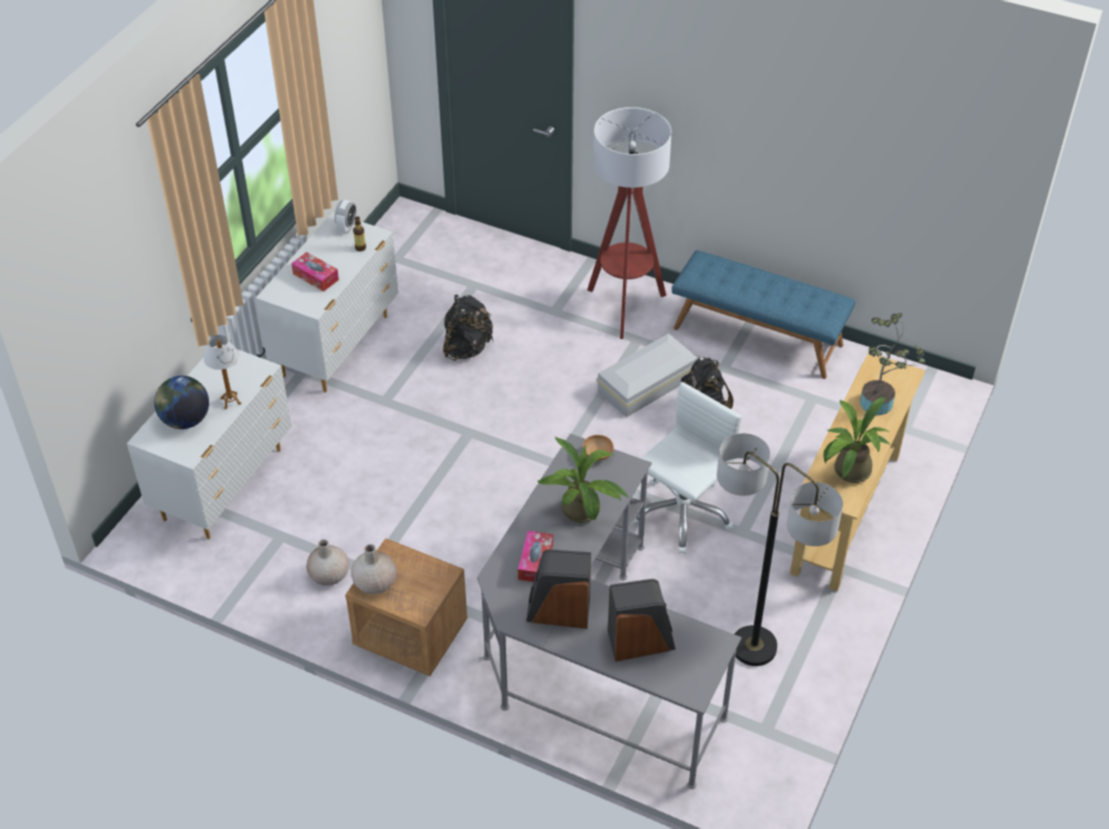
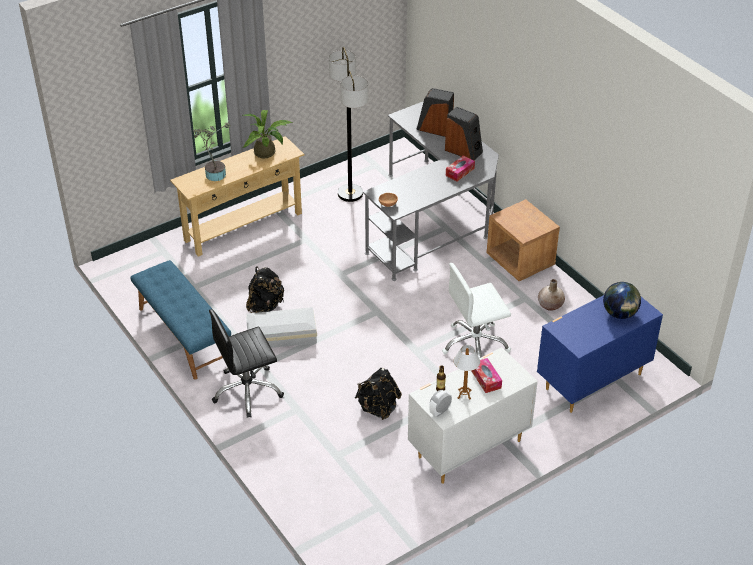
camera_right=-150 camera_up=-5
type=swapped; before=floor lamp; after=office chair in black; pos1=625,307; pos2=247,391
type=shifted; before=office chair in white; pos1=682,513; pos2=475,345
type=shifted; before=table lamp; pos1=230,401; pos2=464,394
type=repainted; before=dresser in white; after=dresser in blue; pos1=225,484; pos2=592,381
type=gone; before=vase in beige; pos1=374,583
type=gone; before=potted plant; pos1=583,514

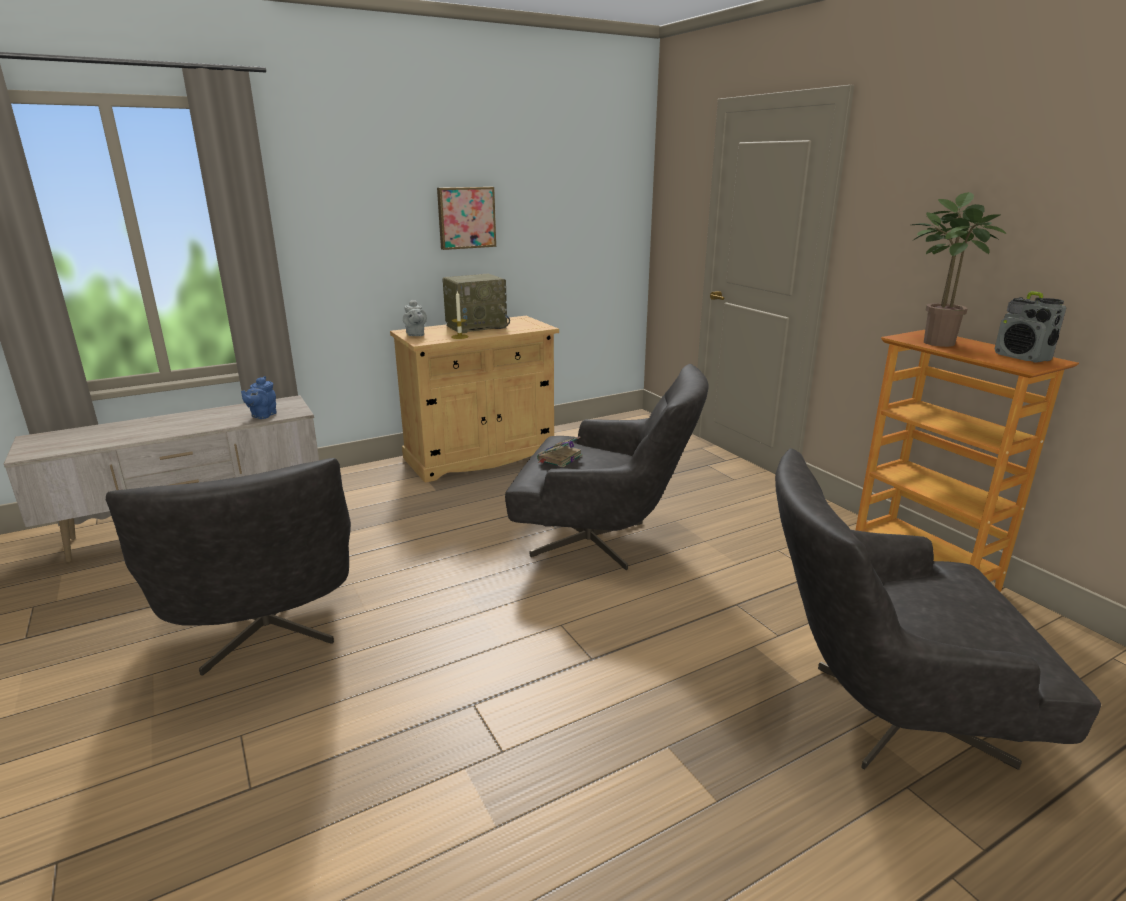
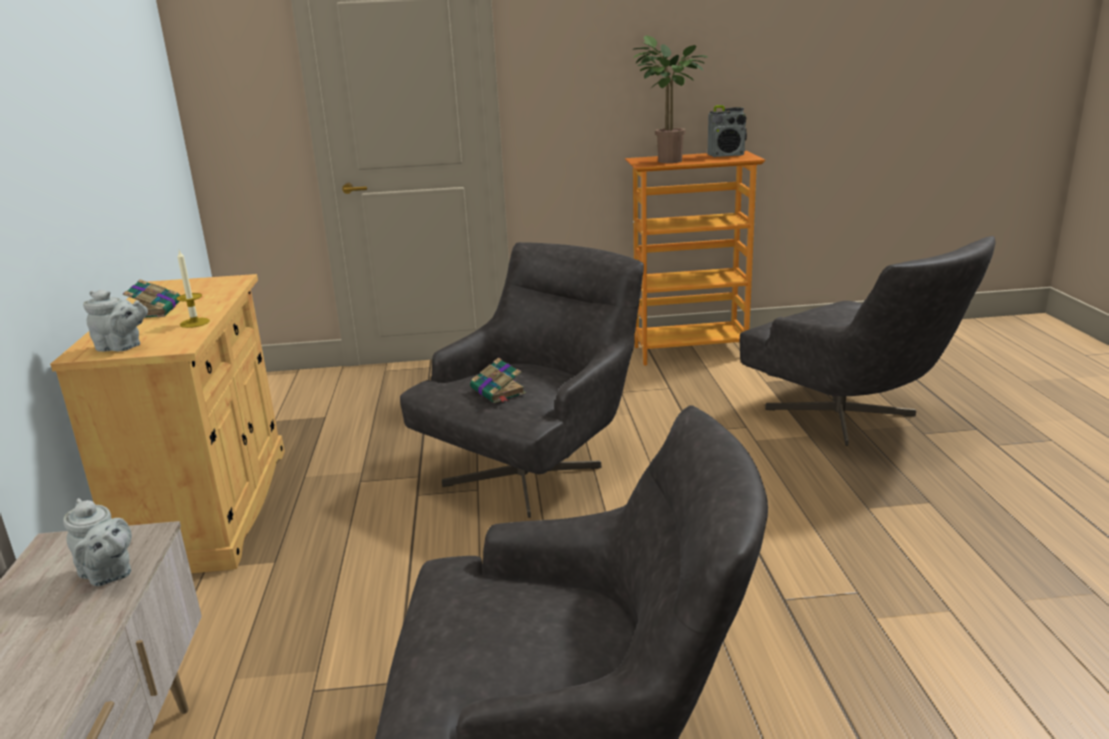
camera_right=-65 camera_up=0
type=repainted; before=teapot in blue; after=teapot in grey; pos1=262,415; pos2=108,575
type=swapped; before=radio; after=book; pos1=477,326; pos2=154,310
type=rotated; before=armchair in grey; pos1=883,715; pos2=853,419; turn=-60
type=gone; before=picture; pos1=466,217

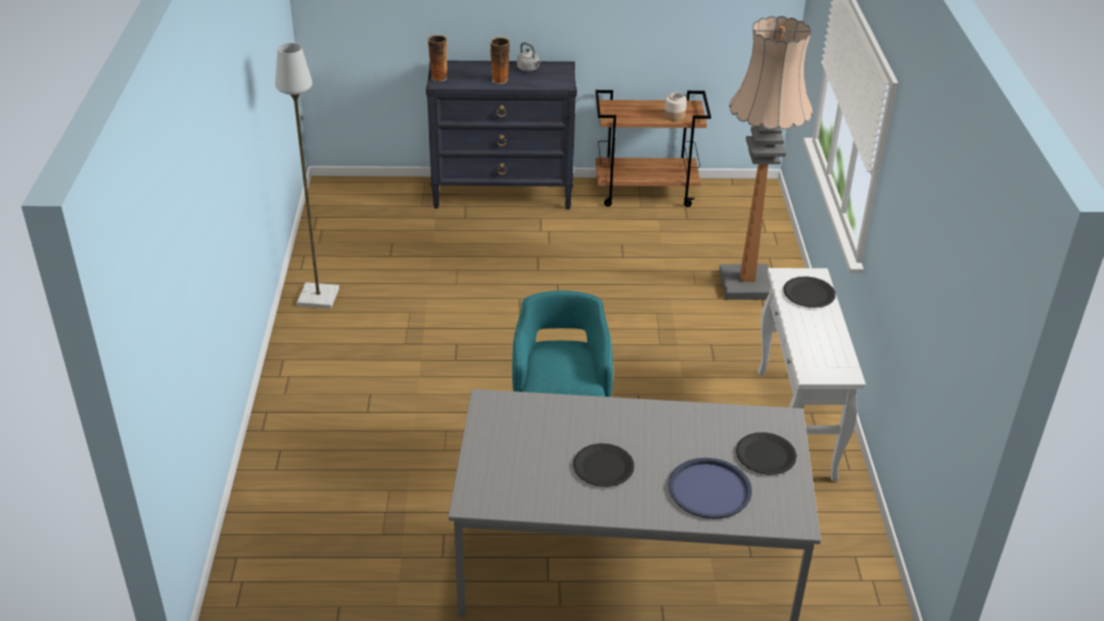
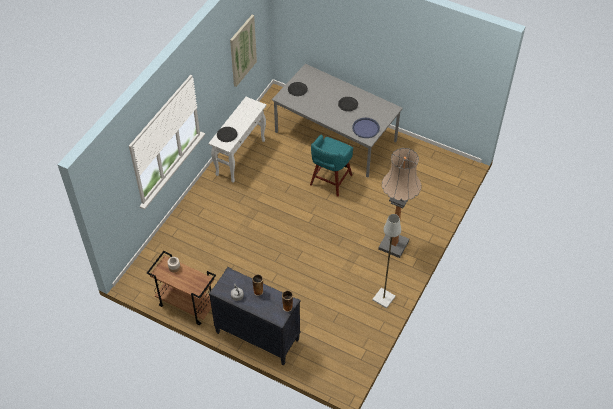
camera_right=-150 camera_up=15
type=new; after=picture; pos2=242,50
type=shifted; before=tray in blue; pos1=709,489; pos2=365,128
type=shifted; before=floor lamp; pos1=746,284; pos2=393,245

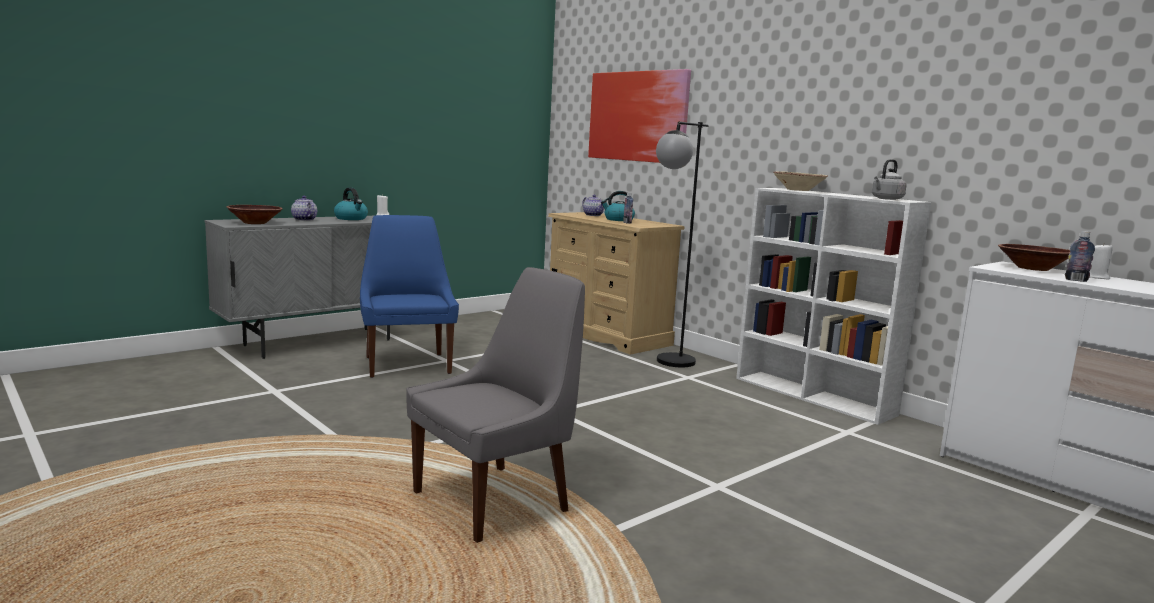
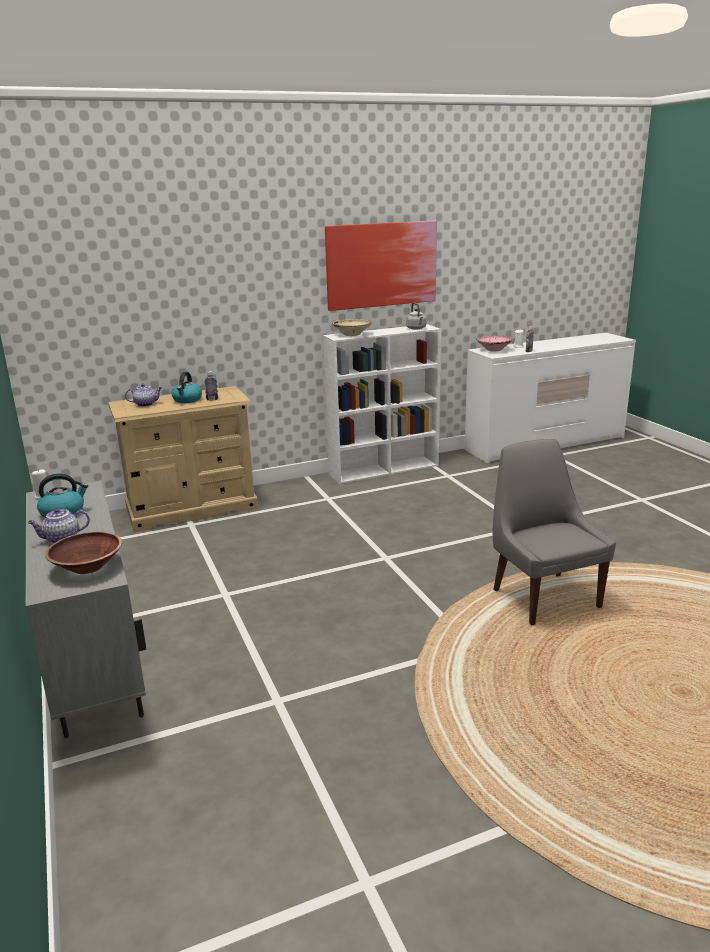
camera_right=-70 camera_up=10
type=shifted; before=picture; pos1=638,116; pos2=381,265
type=repainted; before=bowl in brown; after=bowl in pink; pos1=1032,268; pos2=494,350
type=gone; before=chair in blue; pos1=407,364
type=gone; before=floor lamp in black; pos1=668,364

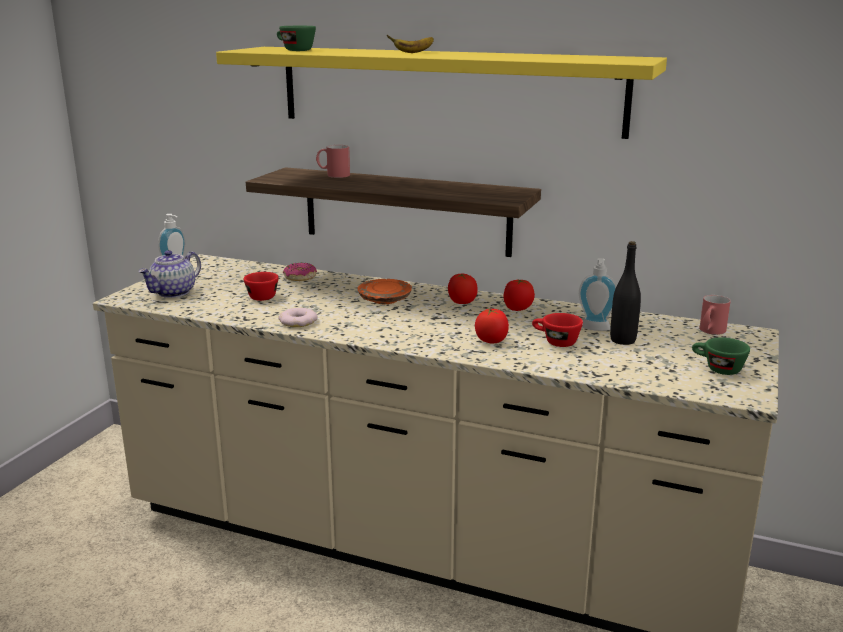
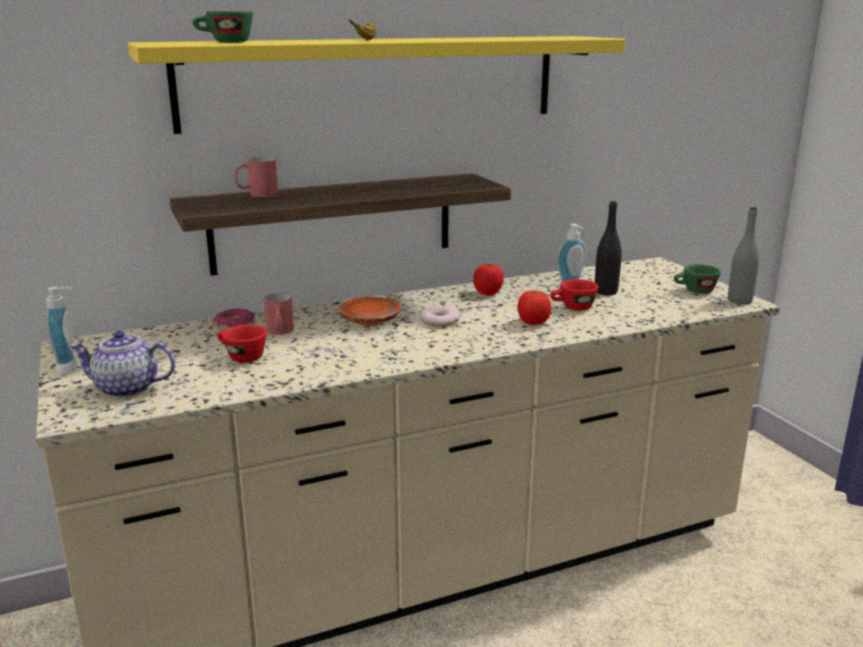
camera_right=-45 camera_up=0
type=rotated; before=teapot; pos1=173,293; pos2=126,389; turn=105
type=shifted; before=mug in red; pos1=710,332; pos2=280,332
type=shifted; before=donut; pos1=298,322; pos2=440,321
type=new; after=bottle in grey; pos2=739,301
type=gone; before=tomato; pos1=461,302

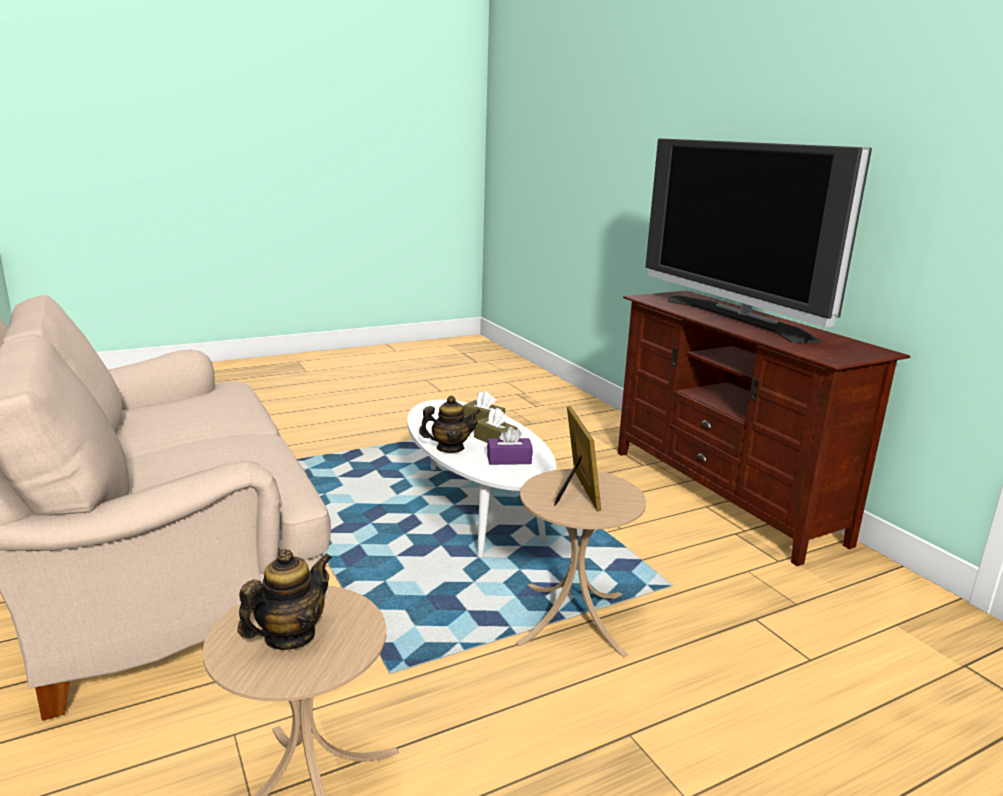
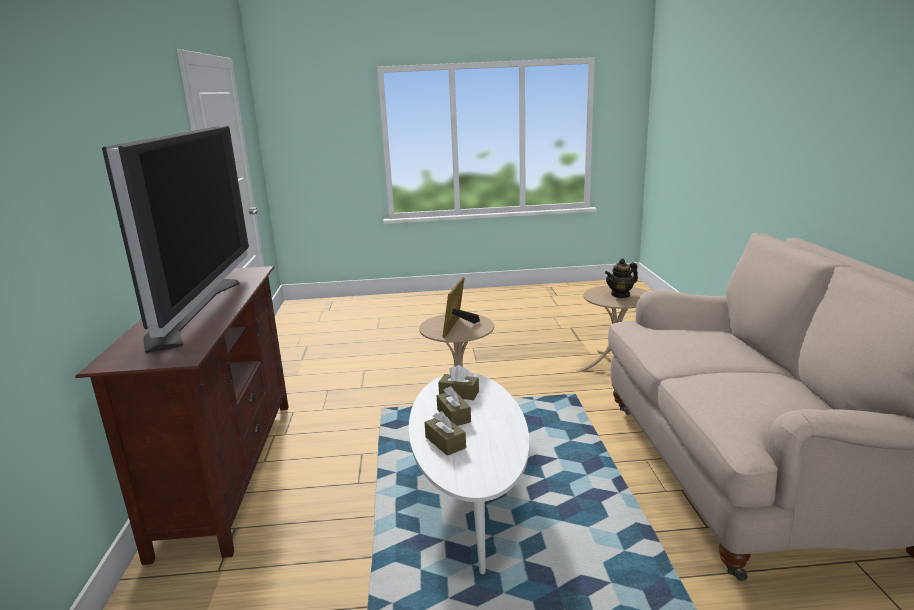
camera_right=-155 camera_up=0
type=repainted; before=tissue box in purple; after=tissue box in brown; pos1=509,459; pos2=459,393
type=gone; before=teapot; pos1=450,448

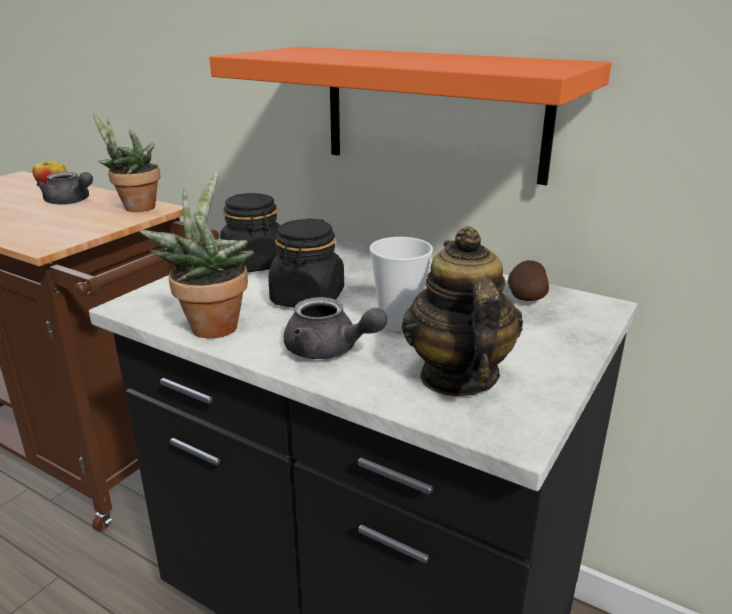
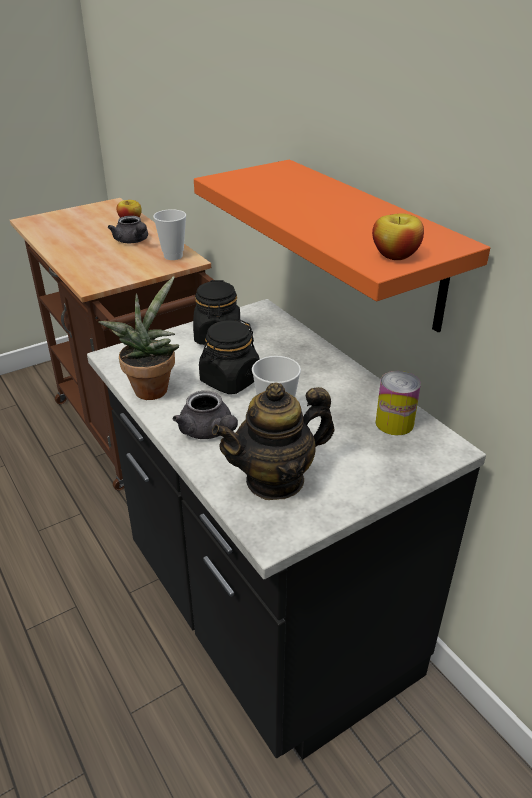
camera_right=25 camera_up=10
type=swapped; before=potted plant; after=cup; pos1=135,207; pos2=173,256
type=rotated; before=teapot; pos1=457,377; pos2=275,480; turn=-135
type=new; after=apple; pos2=395,255
type=swapped; before=potato; after=can; pos1=525,297; pos2=394,423

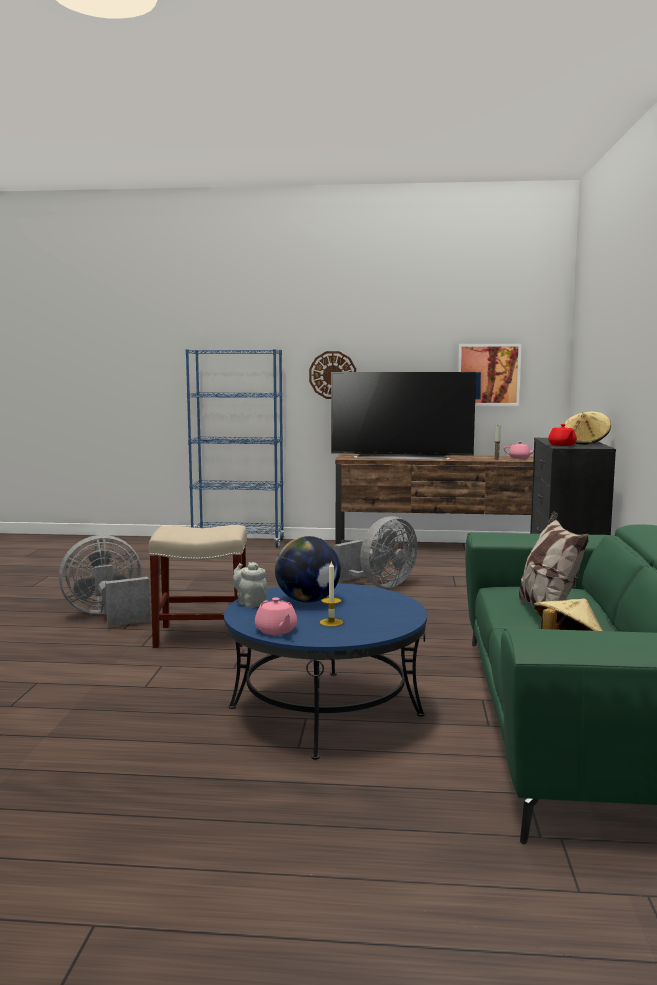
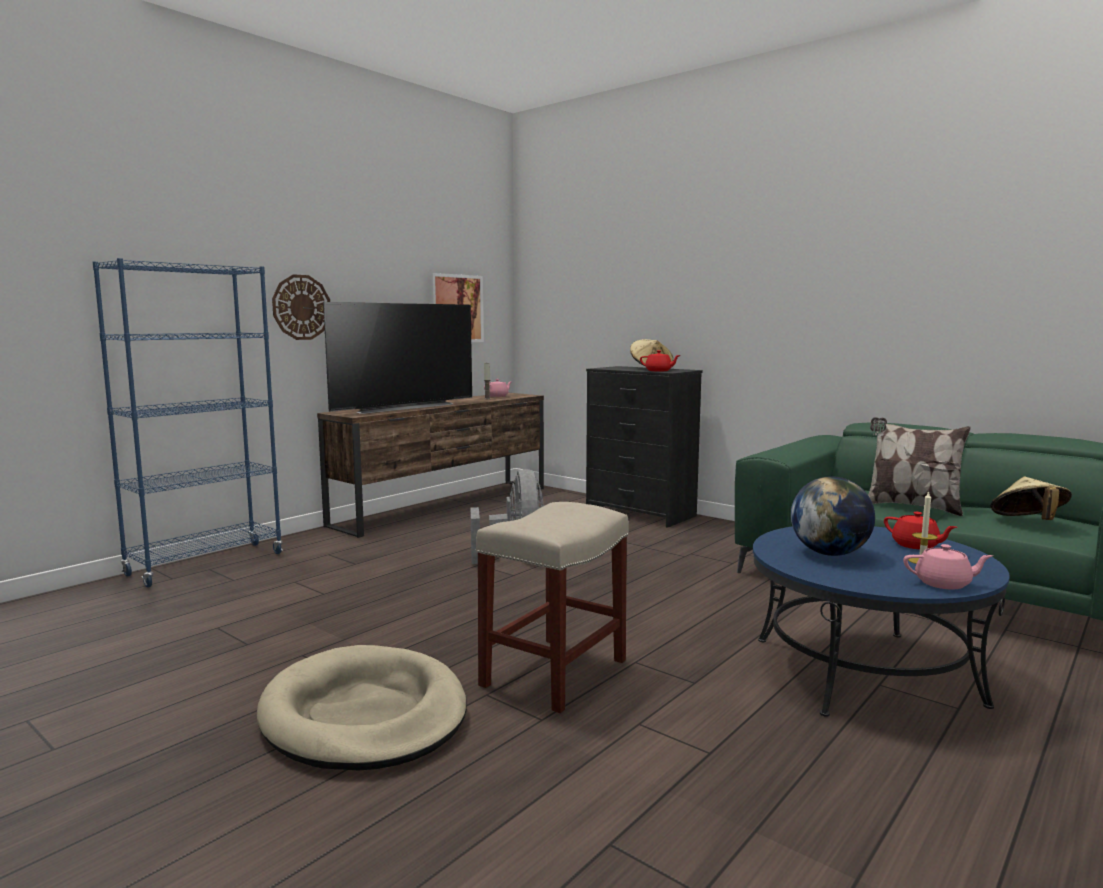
camera_right=-55 camera_up=0
type=swapped; before=fan in grey; after=dog bed in beige; pos1=107,616; pos2=364,715
type=new; after=teapot in red; pos2=916,545
type=gone; before=teapot in grey; pos1=250,603

